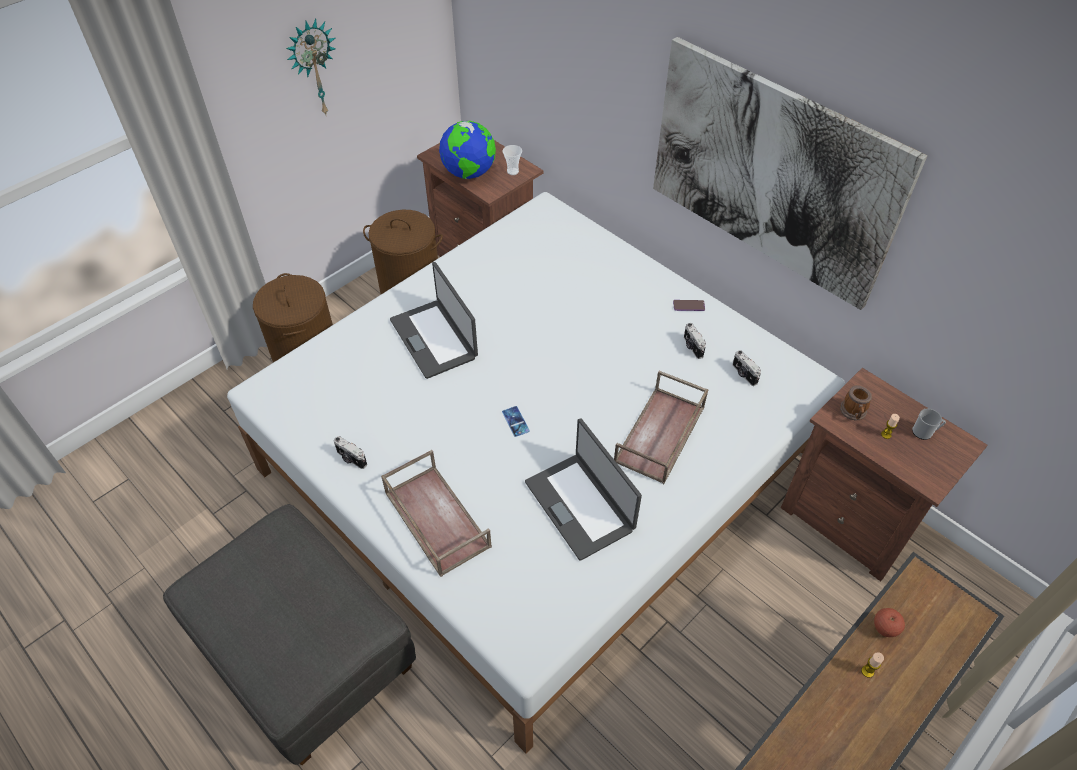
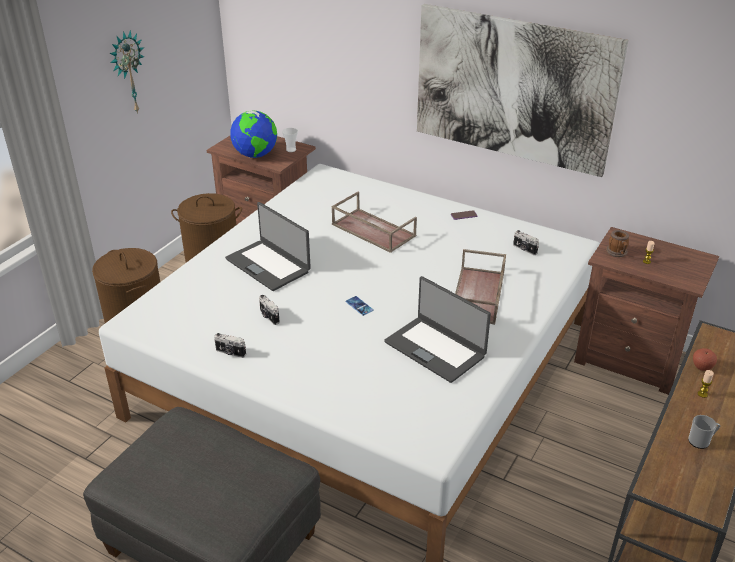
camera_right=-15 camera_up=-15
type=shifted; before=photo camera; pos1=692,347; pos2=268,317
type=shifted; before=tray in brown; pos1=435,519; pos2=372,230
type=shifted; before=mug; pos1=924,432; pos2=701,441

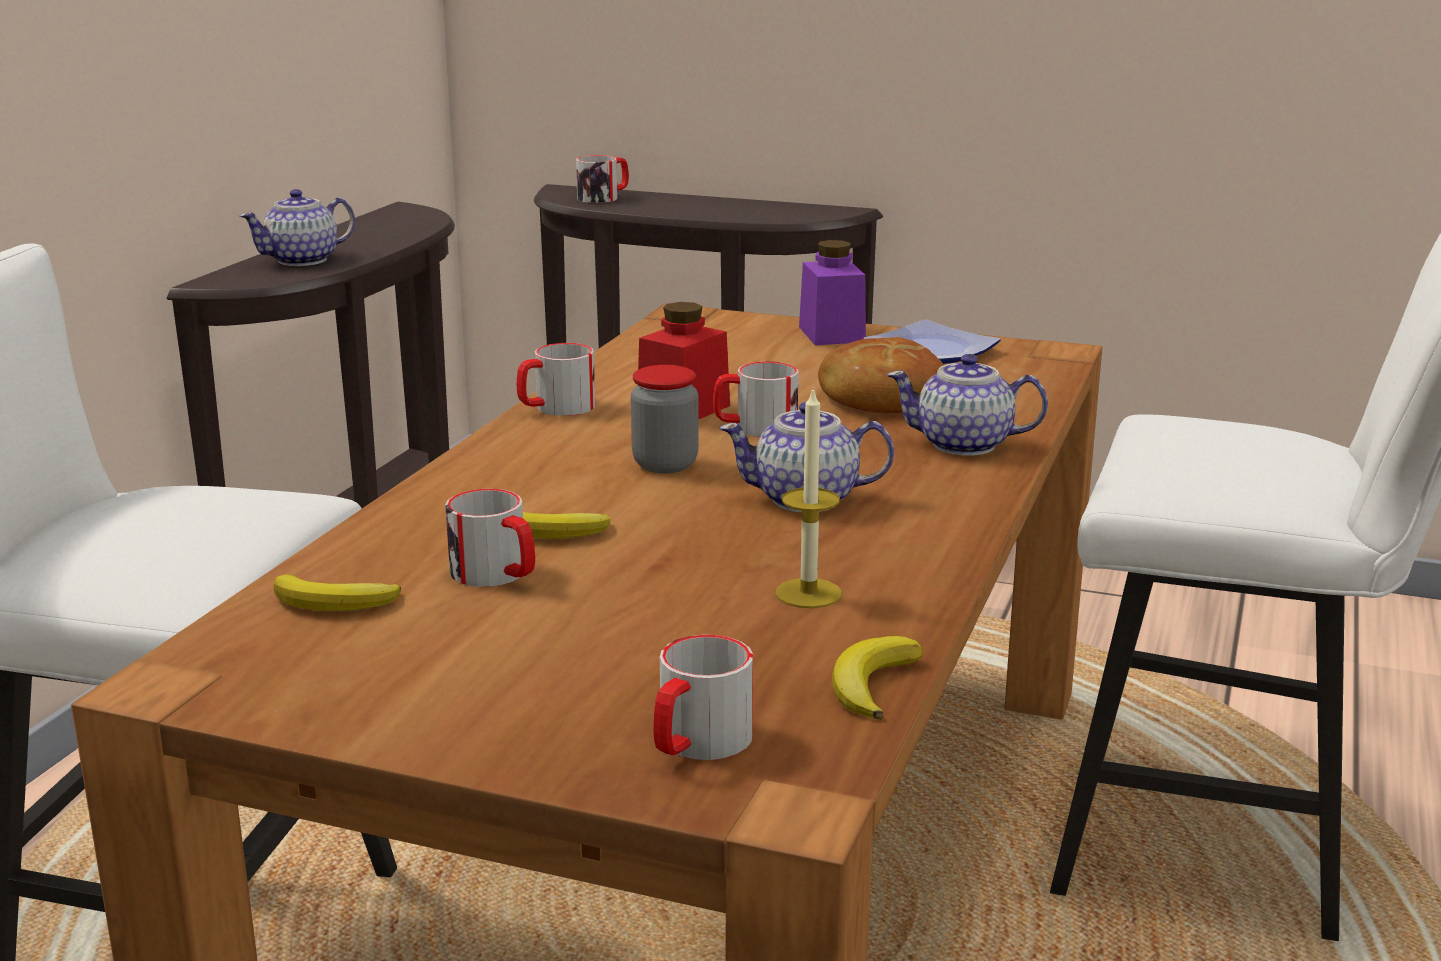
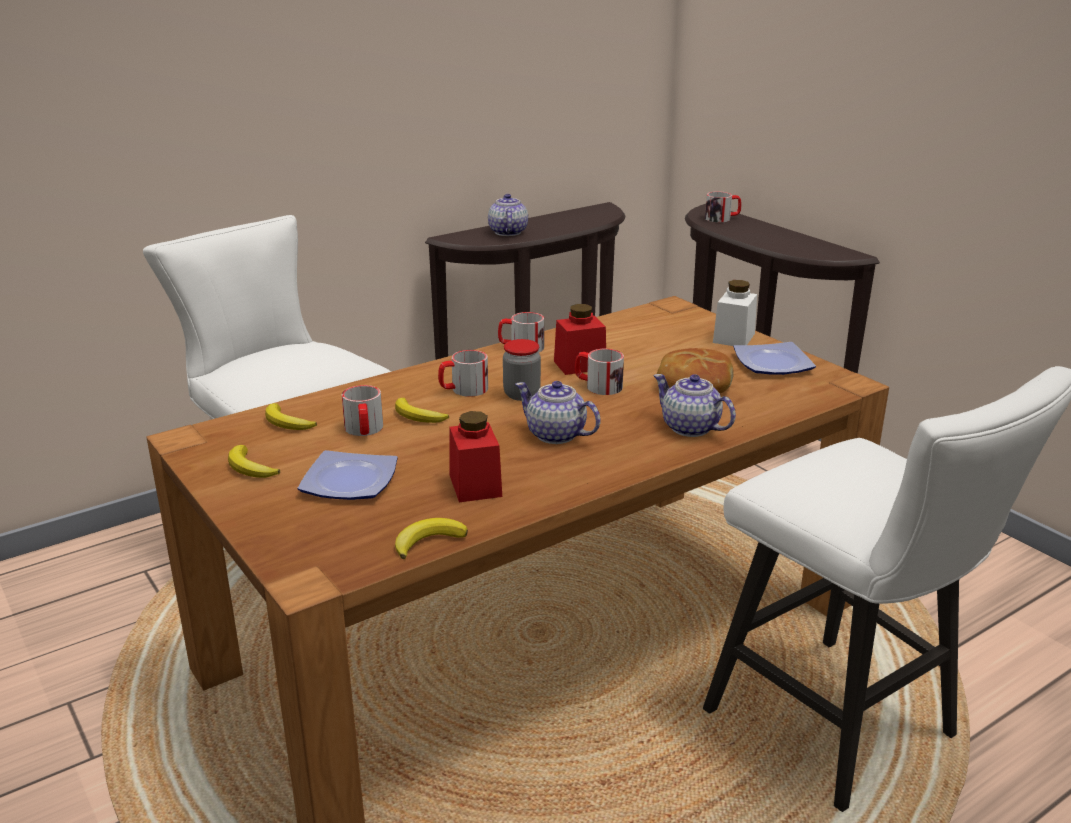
camera_right=35 camera_up=5
type=new; after=banana; pos2=250,468
type=new; after=plate; pos2=351,481
type=shifted; before=mug; pos1=696,744; pos2=463,390
type=swapped; before=candle; after=jar in red; pos1=808,593; pos2=475,485
type=rotated; before=teapot; pos1=303,260; pos2=507,232; turn=90
type=repainted; before=jar in purple; after=jar in white; pos1=831,334; pos2=734,338

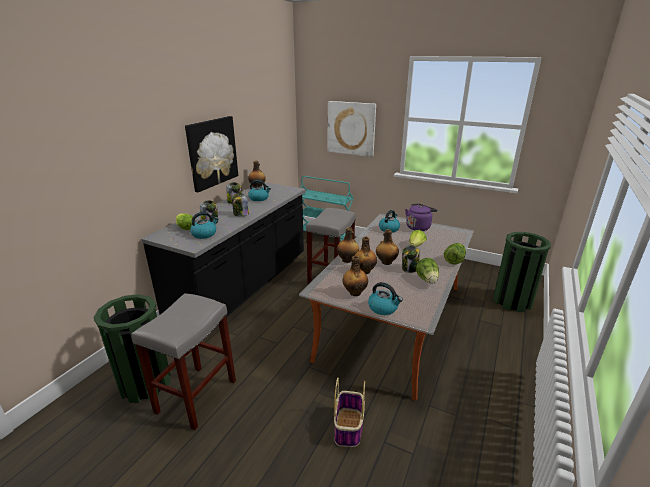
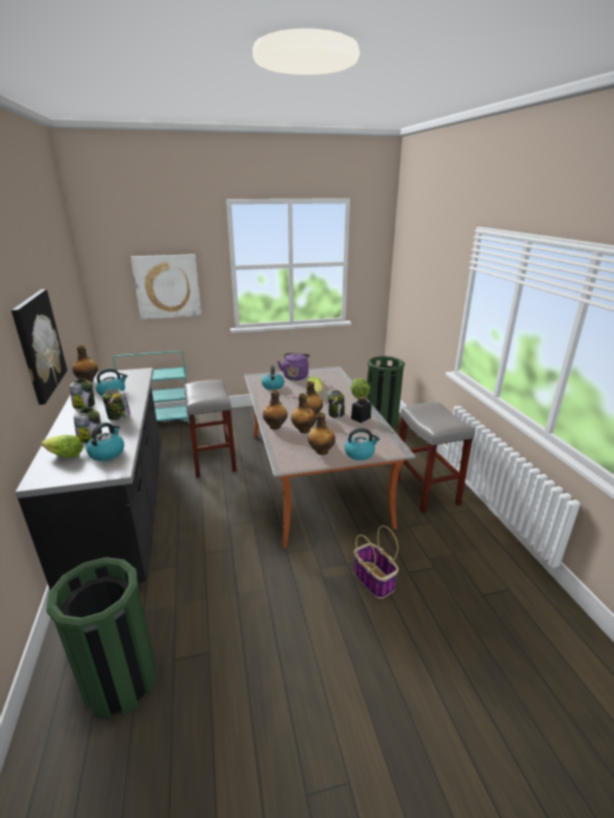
camera_right=-40 camera_up=0
type=swapped; before=lettuce; after=jar in black; pos1=427,280; pos2=360,418
type=shifted; before=stool in grey; pos1=196,397; pos2=427,492

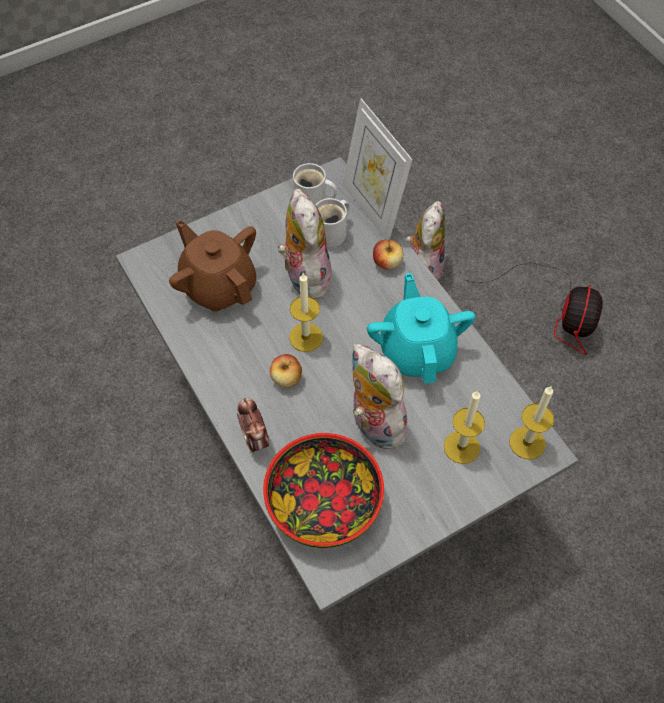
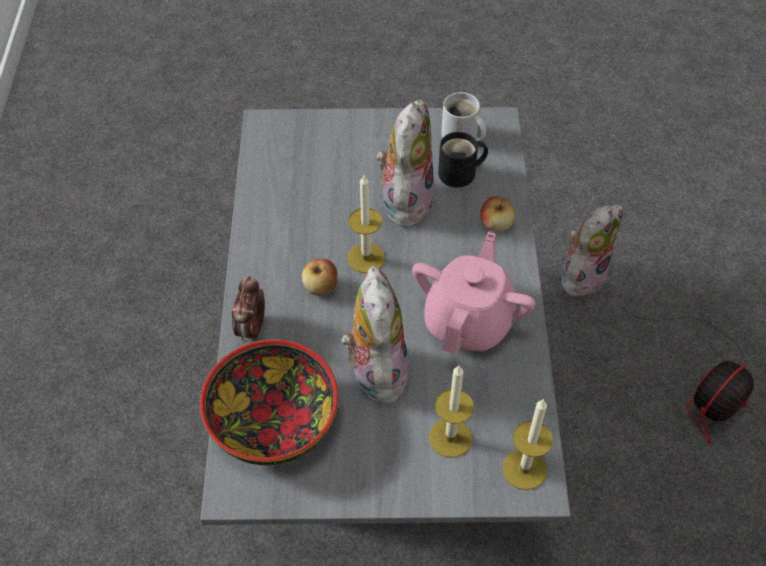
camera_right=30 camera_up=-5
type=repainted; before=teapot in turquoise; after=teapot in pink; pos1=417,350; pos2=469,321
type=repainted; before=mug in white; after=mug in black; pos1=333,233; pos2=460,173
type=gone; before=teapot in brown; pos1=218,286
type=gone; before=picture frame; pos1=372,209

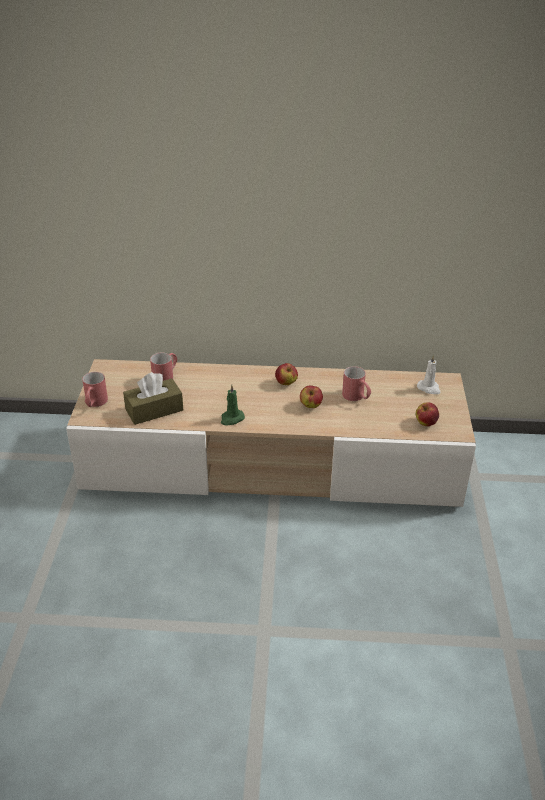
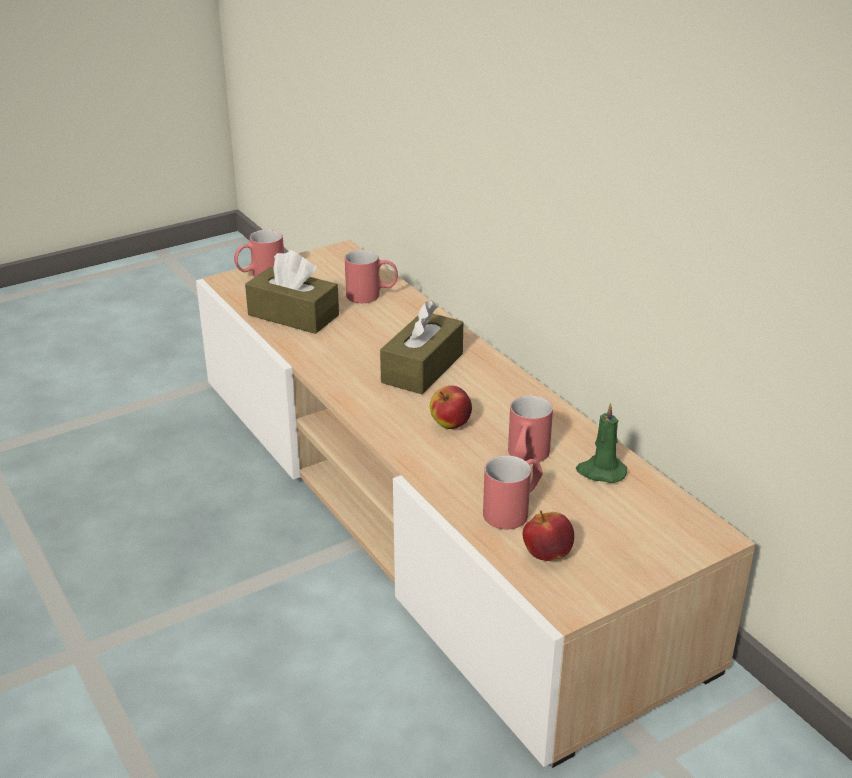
camera_right=55 camera_up=-5
type=new; after=tissue box in brown; pos2=422,368
type=new; after=mug in red; pos2=513,510
type=shifted; before=candle in green; pos1=231,419; pos2=601,471
type=gone; before=apple; pos1=286,383
type=gone; before=candle in white; pos1=429,388

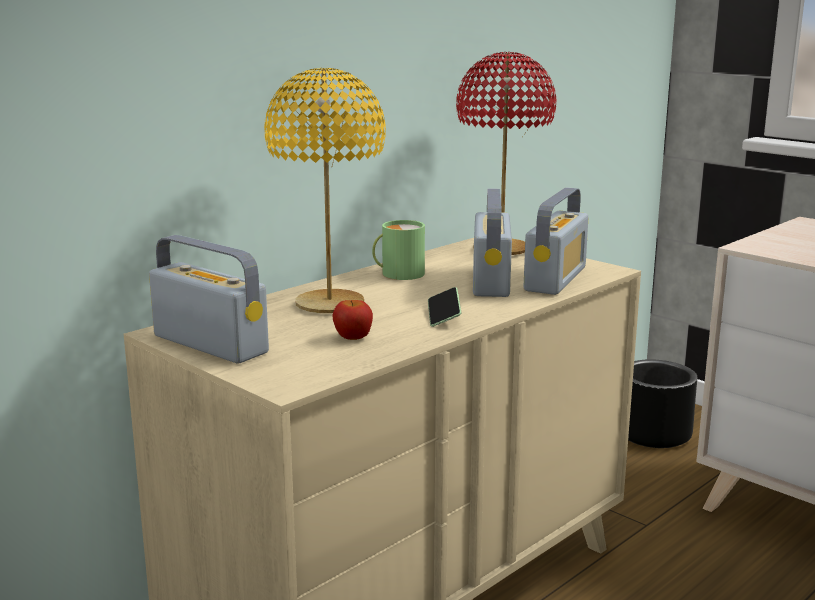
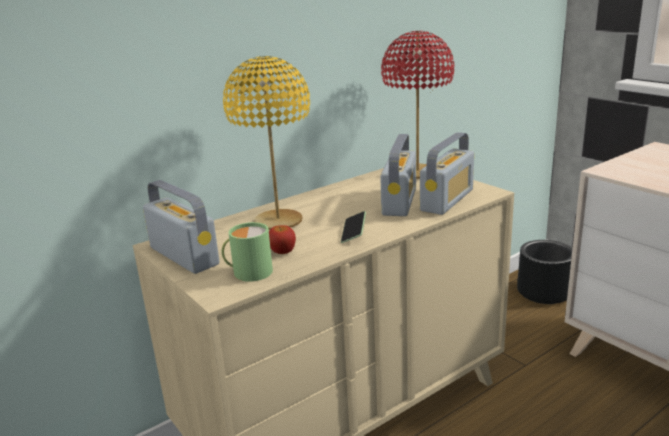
camera_right=10 camera_up=5
type=shifted; before=mug in green; pos1=398,273; pos2=248,272

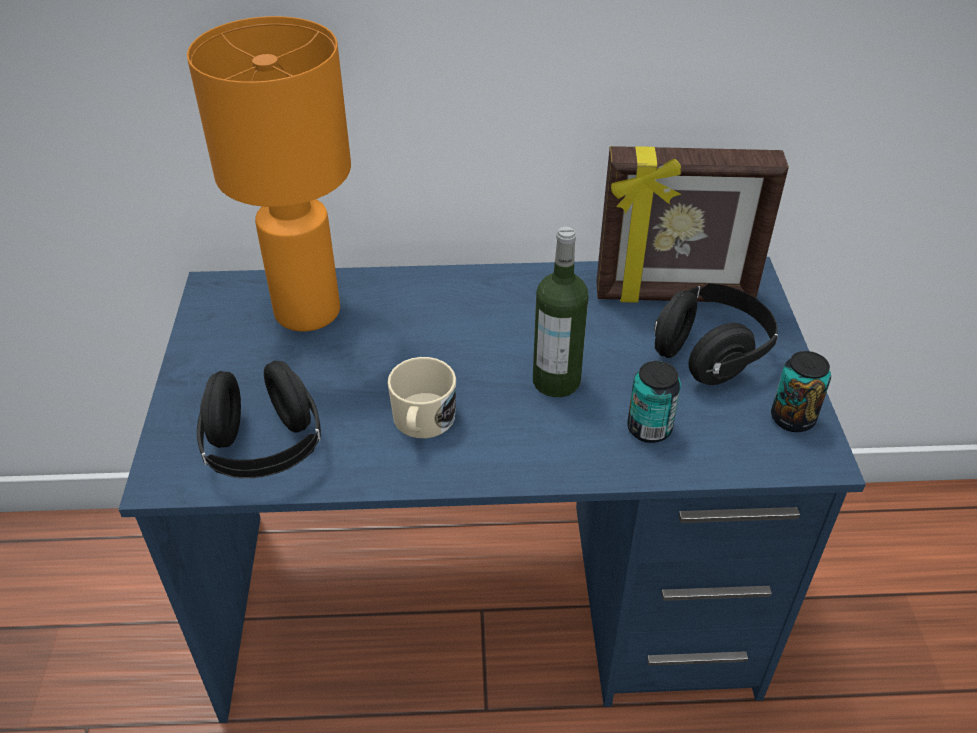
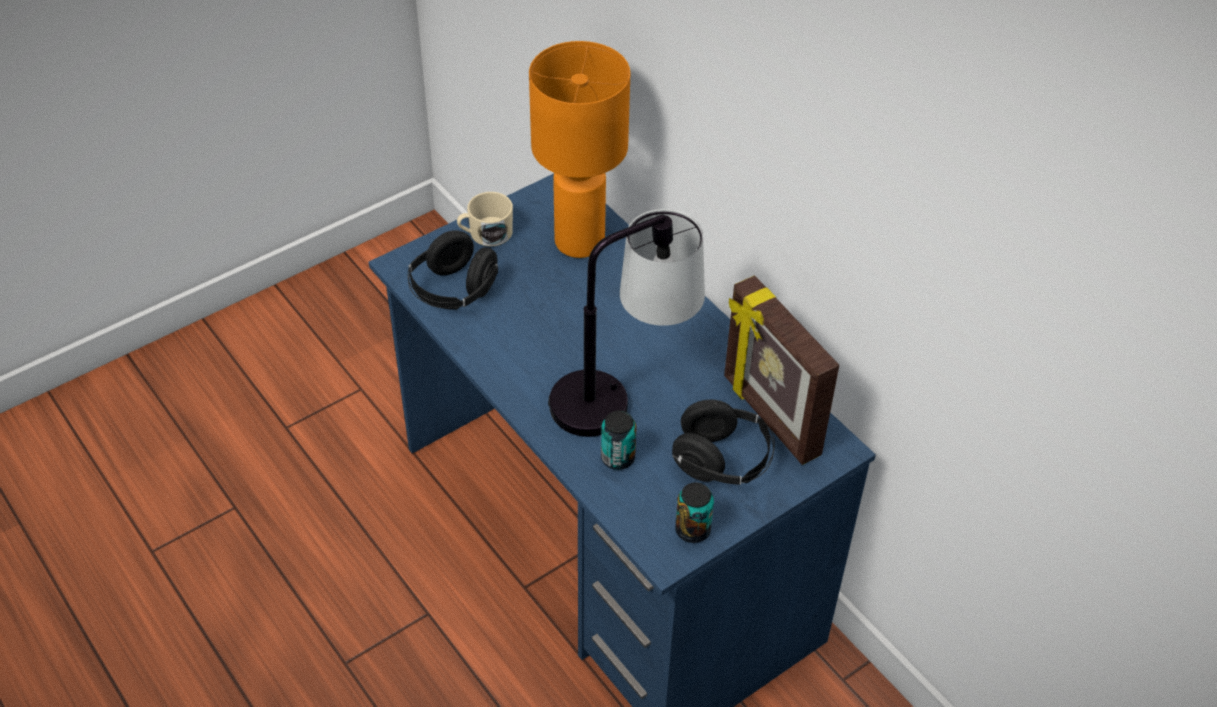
camera_right=55 camera_up=5
type=shifted; before=mug in beige; pos1=422,422; pos2=485,234
type=swapped; before=bottle; after=table lamp; pos1=556,381; pos2=622,392

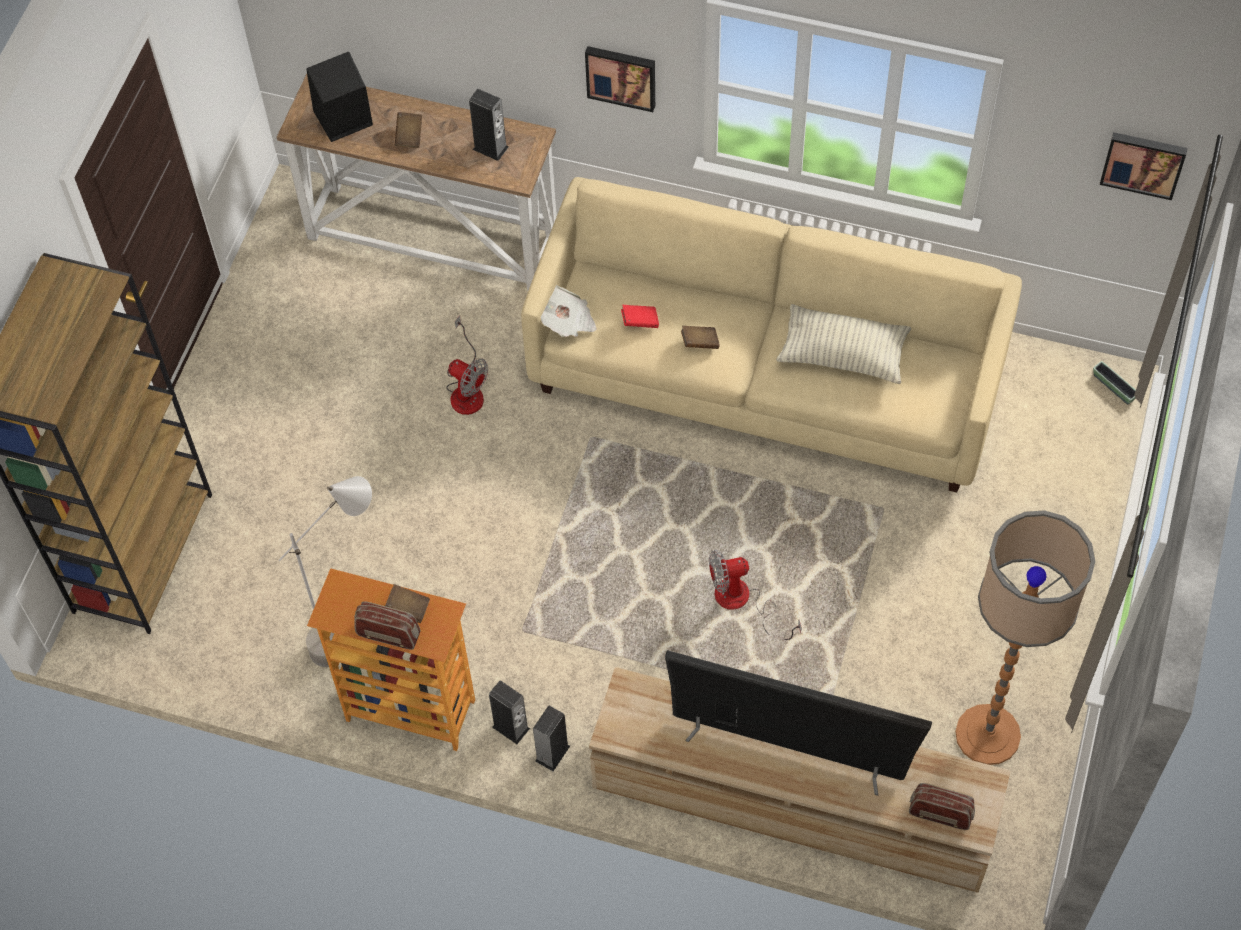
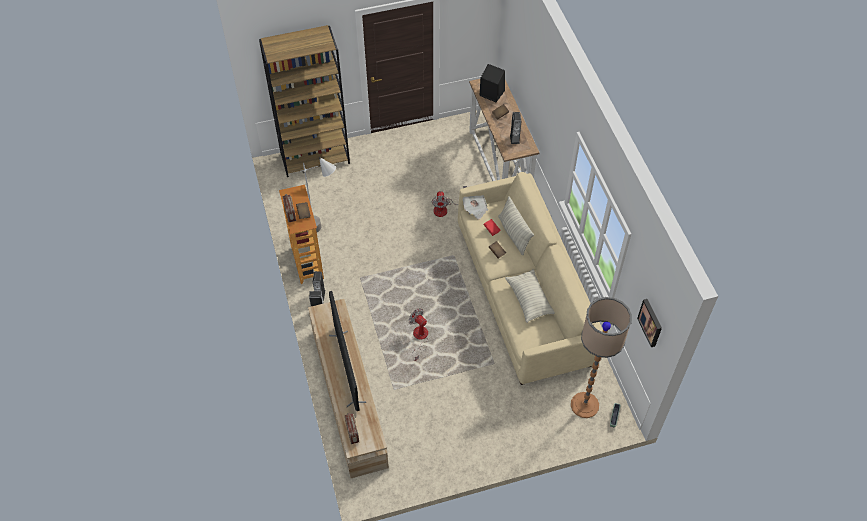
camera_right=55 camera_up=-5
type=new; after=pillow; pos2=514,234
type=shifted; before=floor lamp; pos1=988,735; pos2=584,405
type=gone; before=picture; pos1=621,76

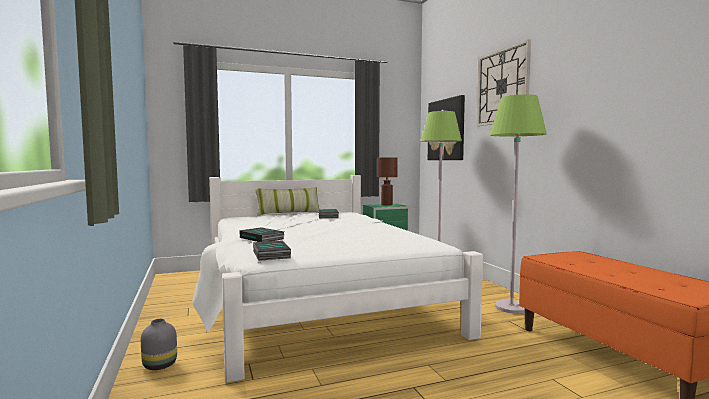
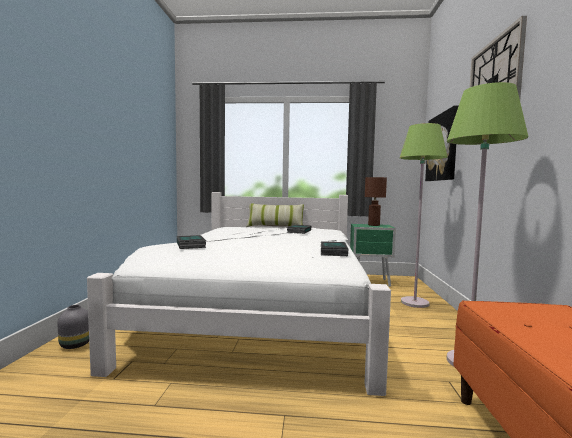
camera_right=25 camera_up=0
type=shifted; before=book; pos1=270,254; pos2=332,252

